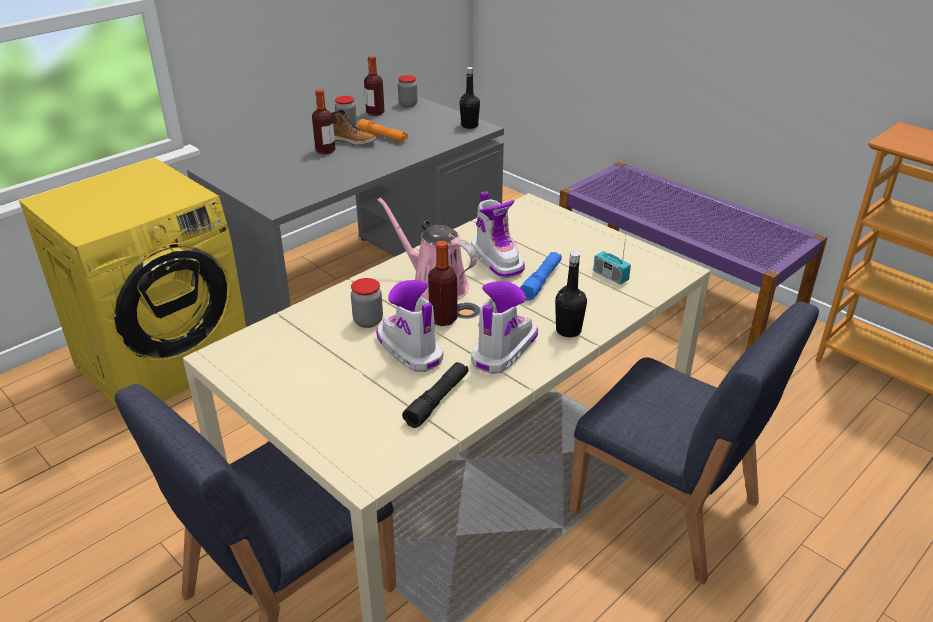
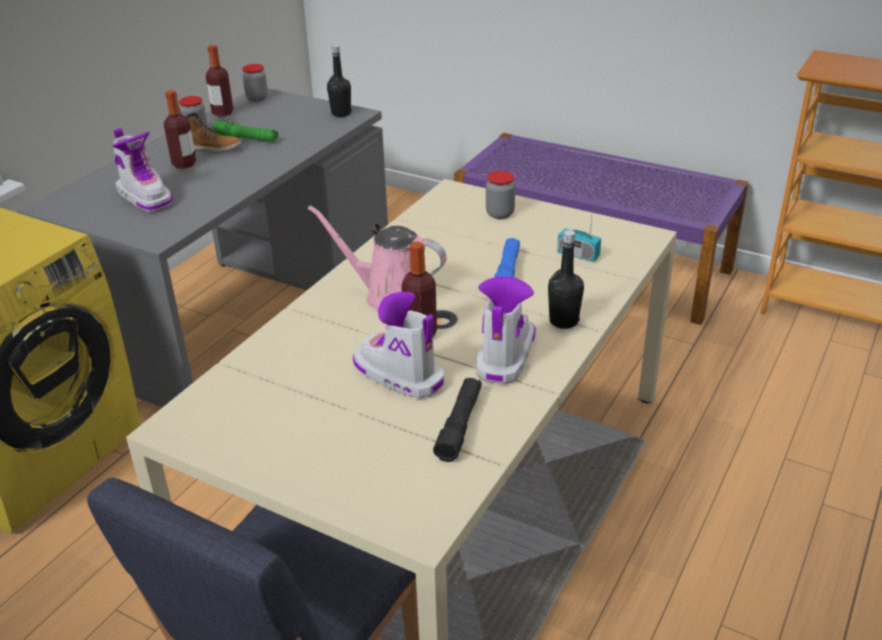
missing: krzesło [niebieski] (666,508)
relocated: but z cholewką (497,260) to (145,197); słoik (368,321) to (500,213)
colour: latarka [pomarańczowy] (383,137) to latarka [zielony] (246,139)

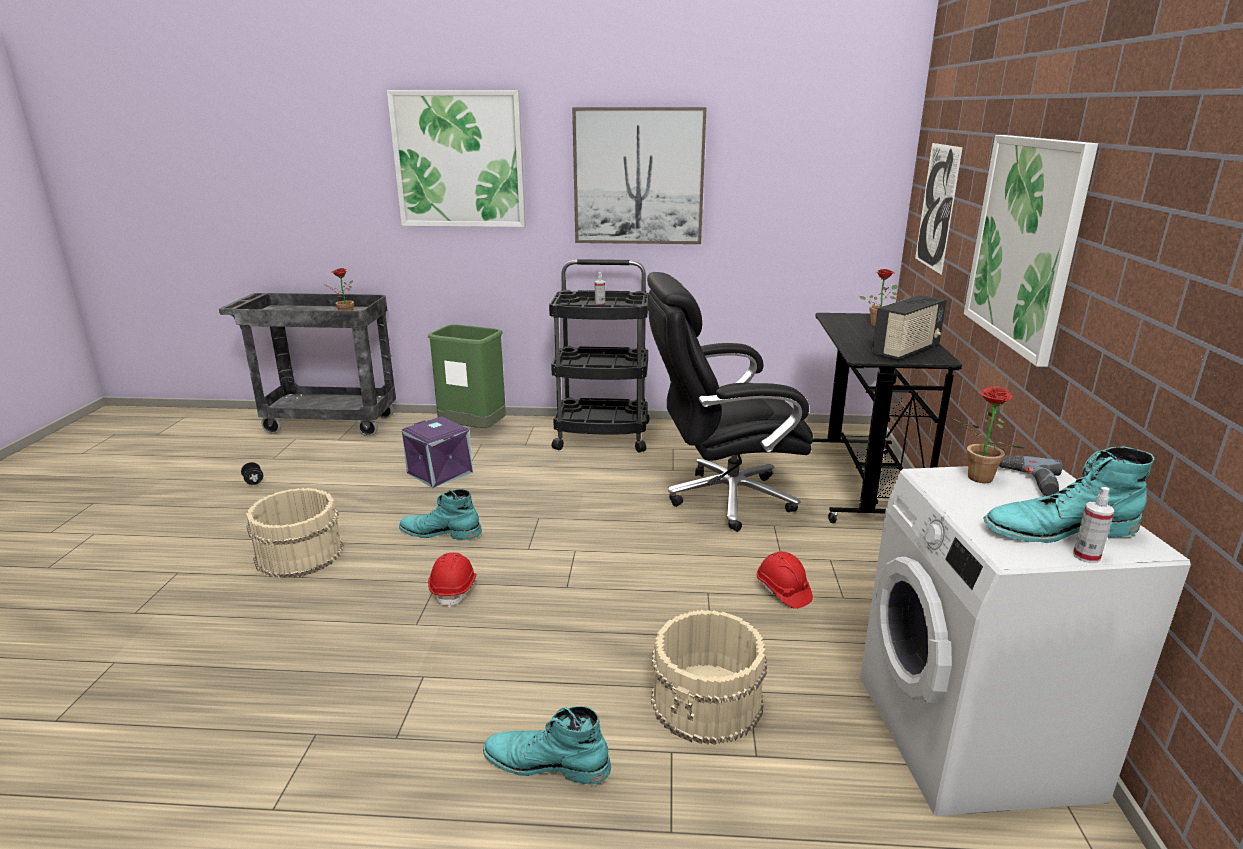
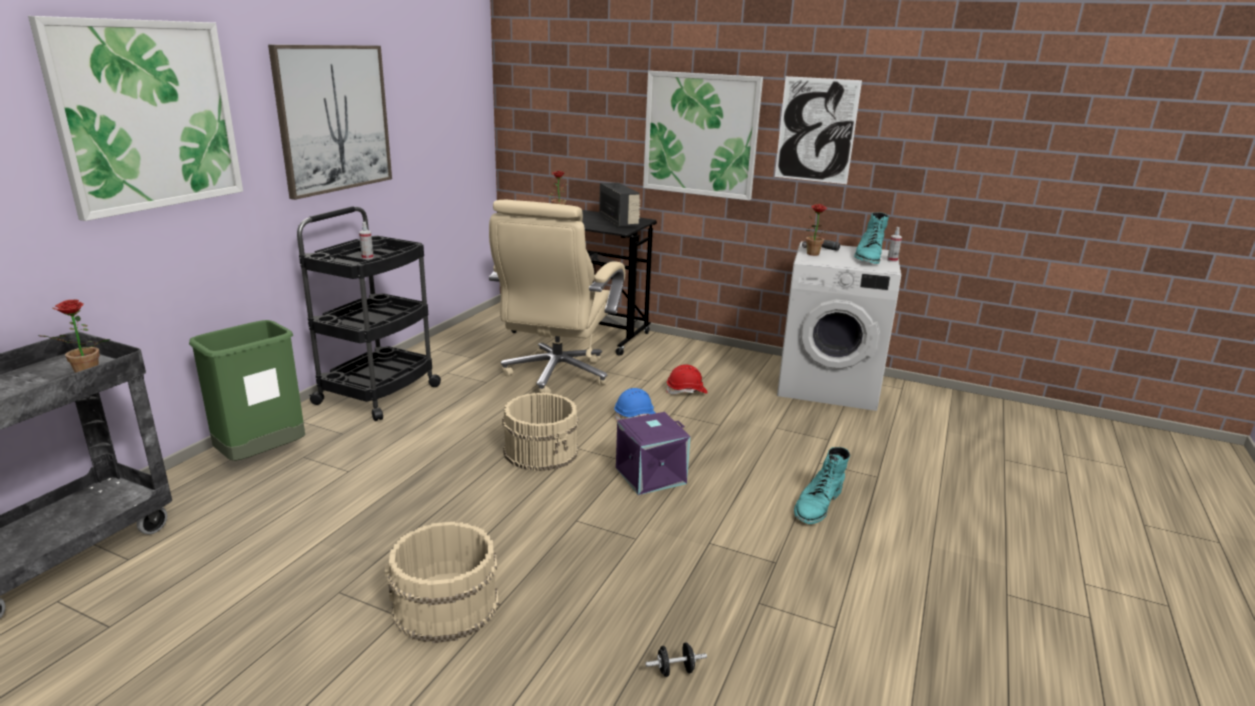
missing: but z cholewką [turkusowy] (440,532); kask [czerwony] (454,589)
appeared: kask [niebieski] (635,416)
relocated: wiadro [beżowy] (708,702) to (542,450); pojemnik do przechowywania [fioletowy] (441,472) to (650,475); hantel [czarny] (253,481) to (675,670); obraz (937,207) to (816,130)
colour: krzesło biurowe [czarny] (723,500) to krzesło biurowe [beżowy] (555,377)

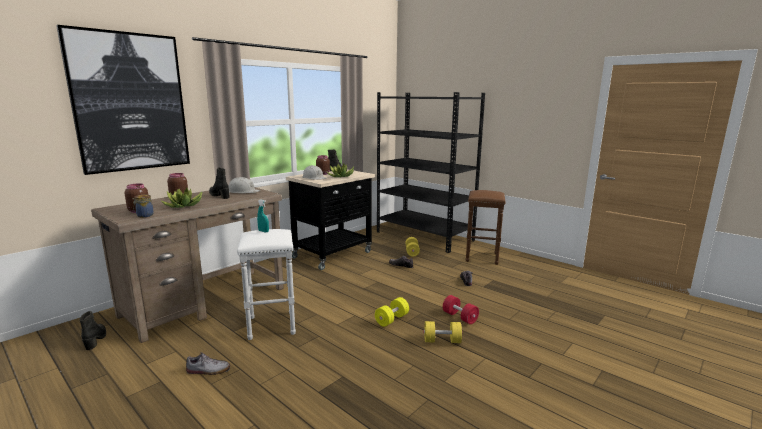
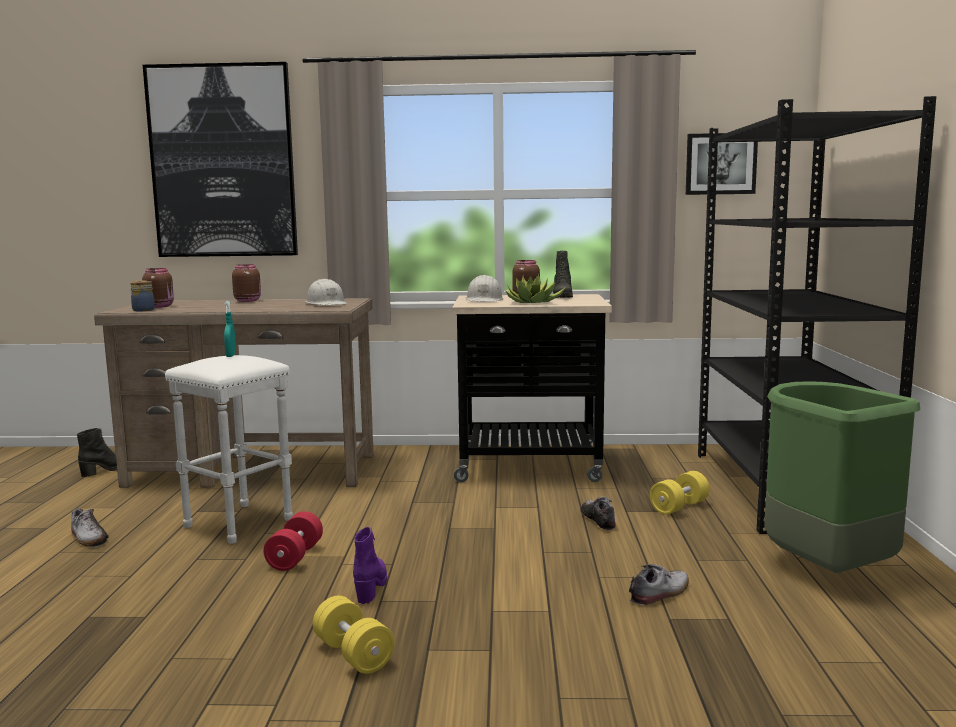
missing: roślina doniczkowa (184,205); but z cholewką [czarny] (220,196)
appeared: obraz (720,164)
relocated: hantel [czerwony] (460,317) to (295,557)
exchanged: hantel [żółty] (392,319) to but z cholewką [fioletowy] (371,586); stołek [brązowy] (482,257) to kosz na śmieci [zielony] (824,571)

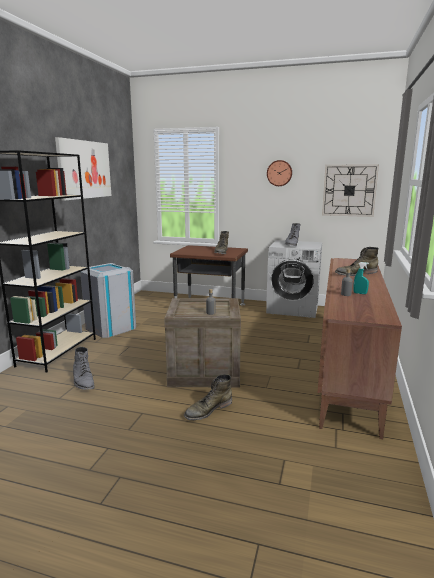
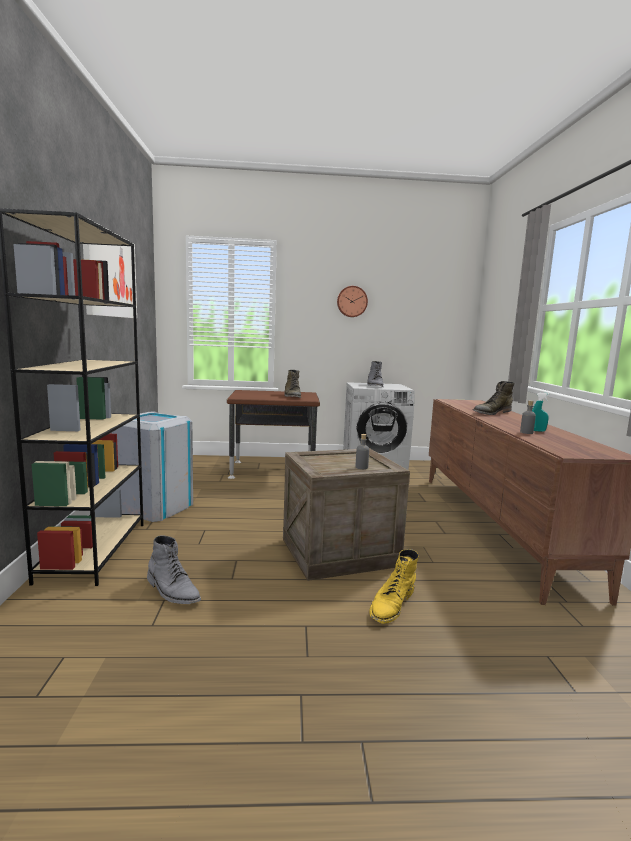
missing: zegar ścienny (349,190)
colour: but z cholewką [zielony] (208,410) to but z cholewką [żółty] (392,604)

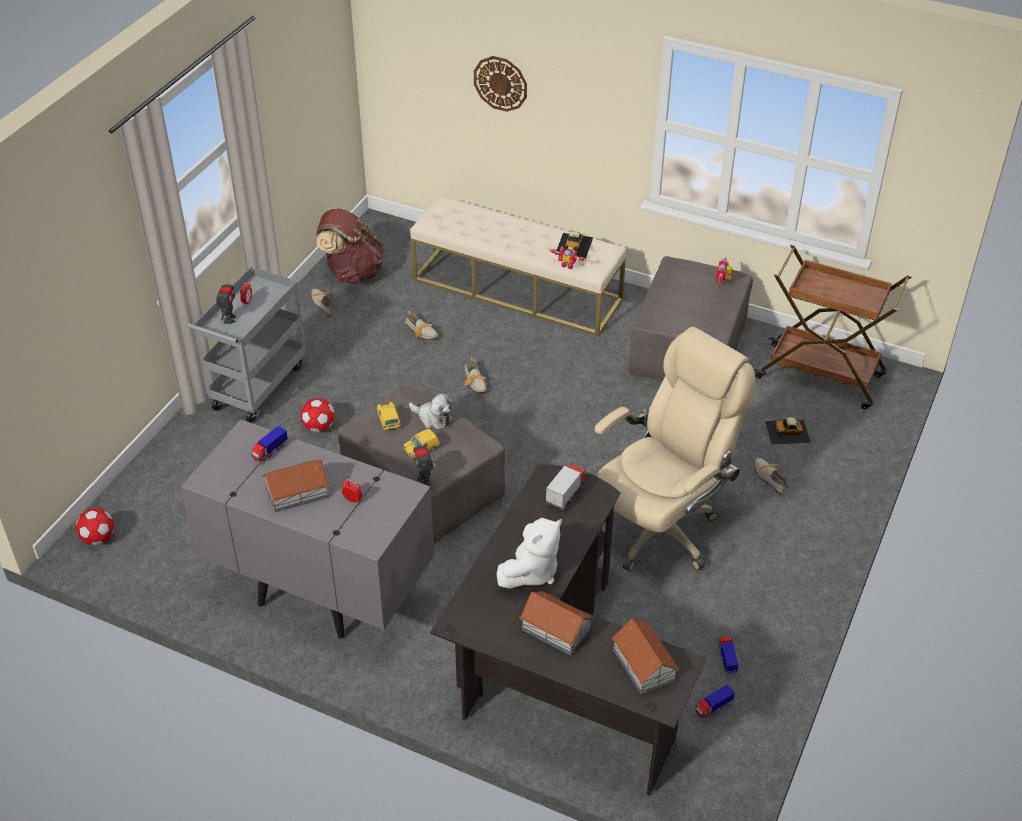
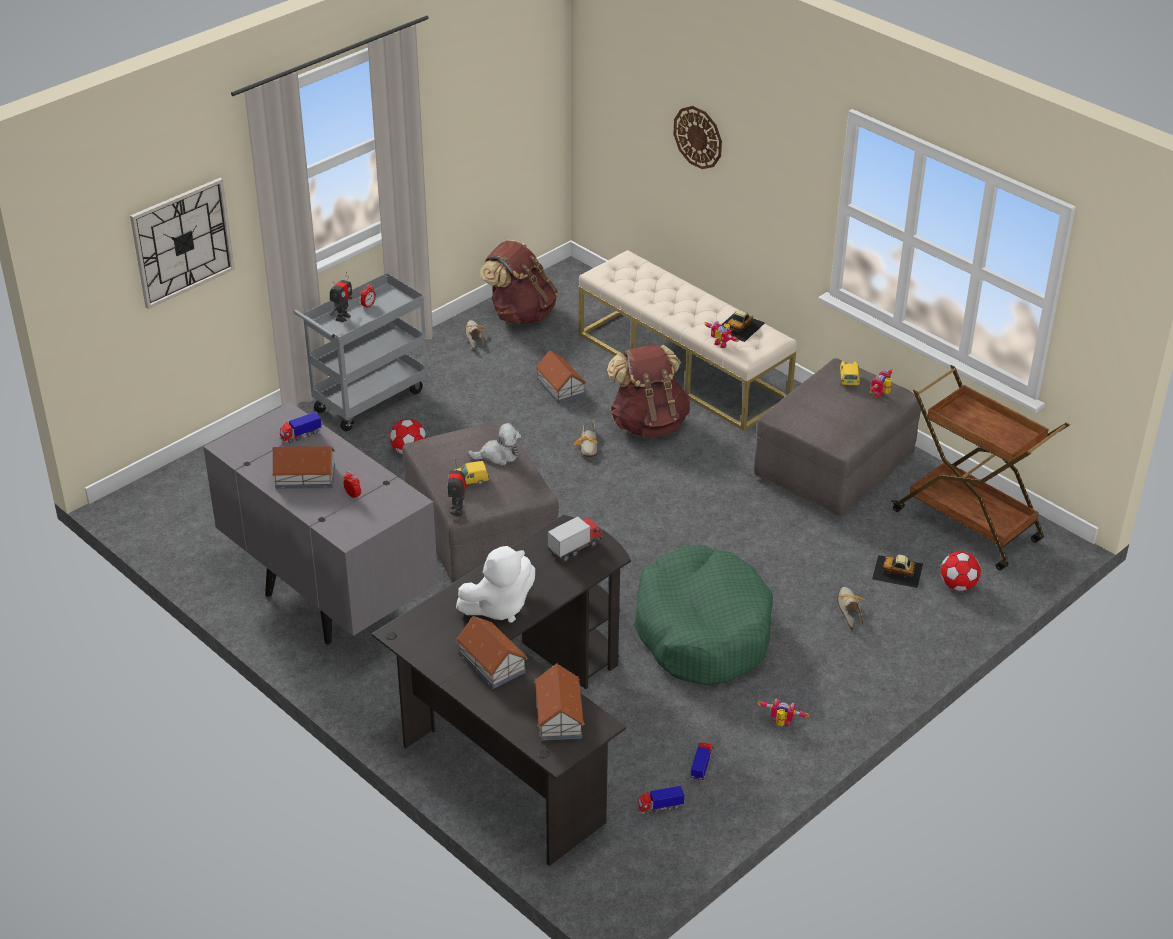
appeared: zegar ścienny (182,242); plecak [brązowy] (648,424); robot zabawkowy (781,724)
relocated: samochodzik [żółty] (388,420) to (849,378); piłka futbolowa (98,538) to (958,585)
exchanged: but (422,332) to domek (560,387); krzesło biurowe [beżowy] (661,530) to legowisko [zielony] (702,630)
spun: pluszak (433,418) = (498,455) 60 degrees counterclockwise

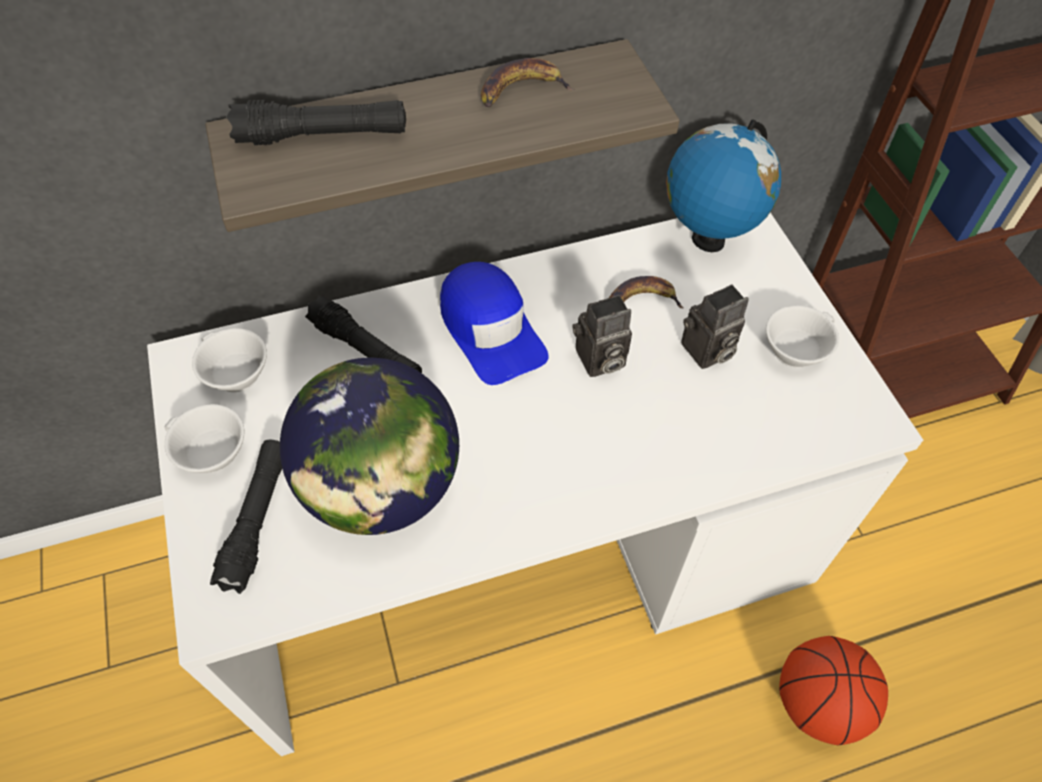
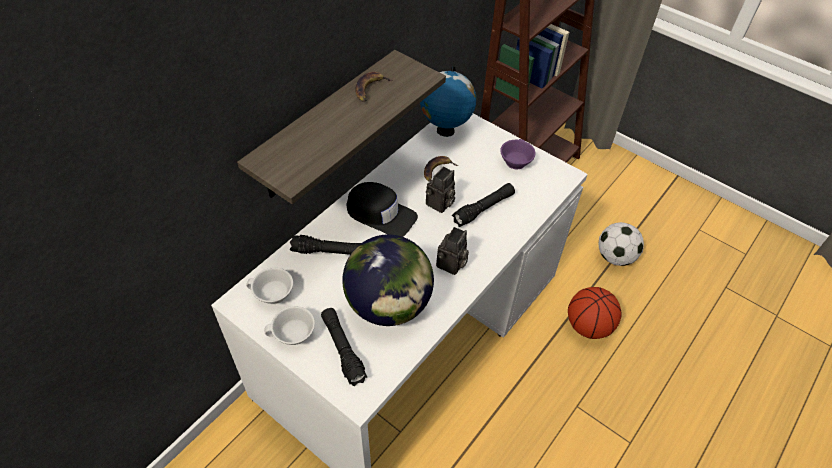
appeared: piłka futbolowa (615,257)
relocated: aparat fotograficzny (706,352) to (451,265); latarka [czarny] (322,136) to (483,209)
colour: czapka z daszkiem [niebieski] (491,329) to czapka z daszkiem [czarny] (381,214); filiżanka [biały] (793,348) to filiżanka [fioletowy] (514,161)

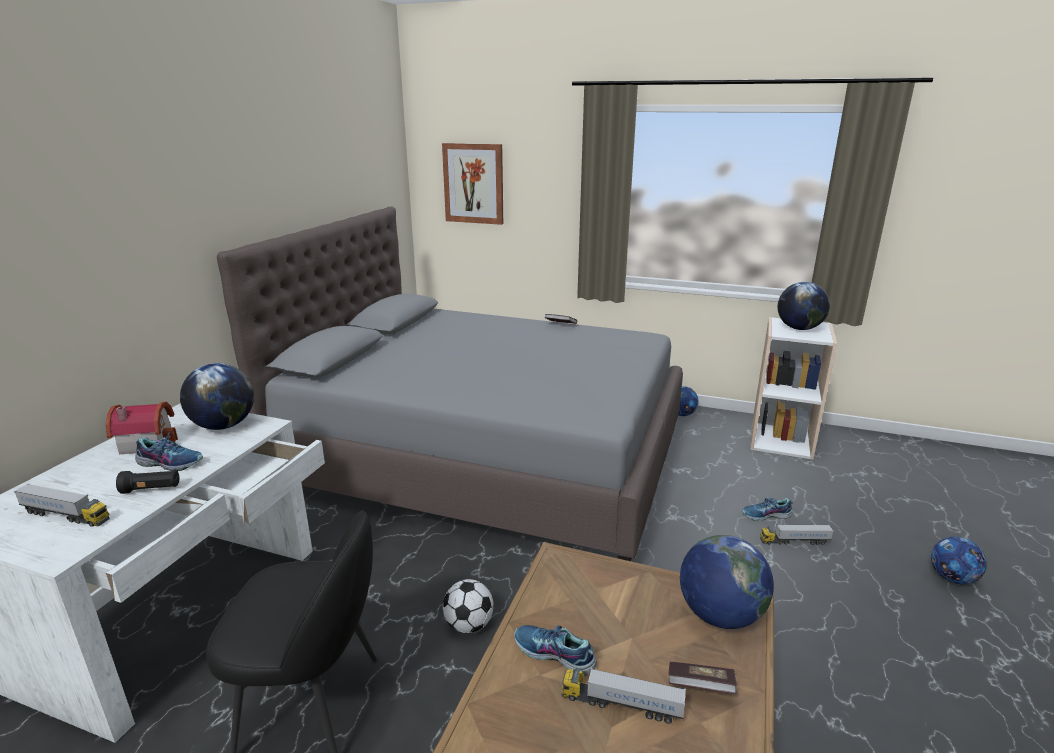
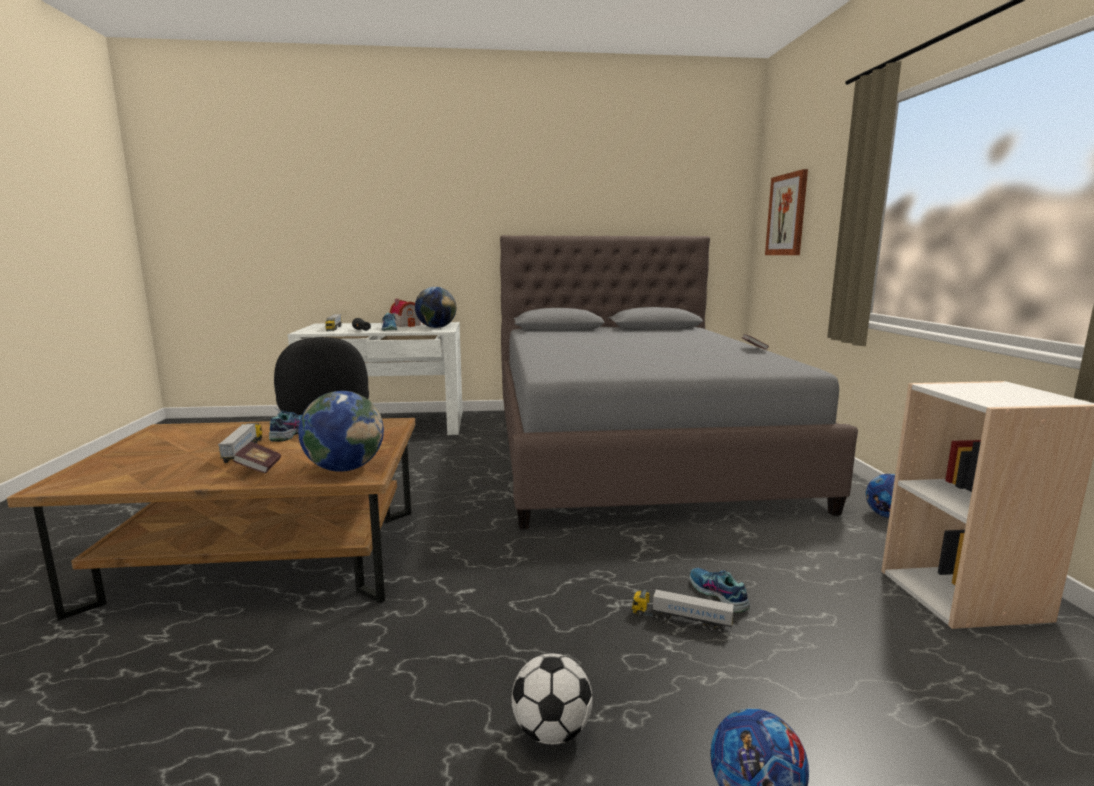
missing: globus (799,328)
relocated: piłka futbolowa (469,625) to (551,731)
spun: ciężarówka zabawkowa (794,541) = (680,620) 45 degrees counterclockwise

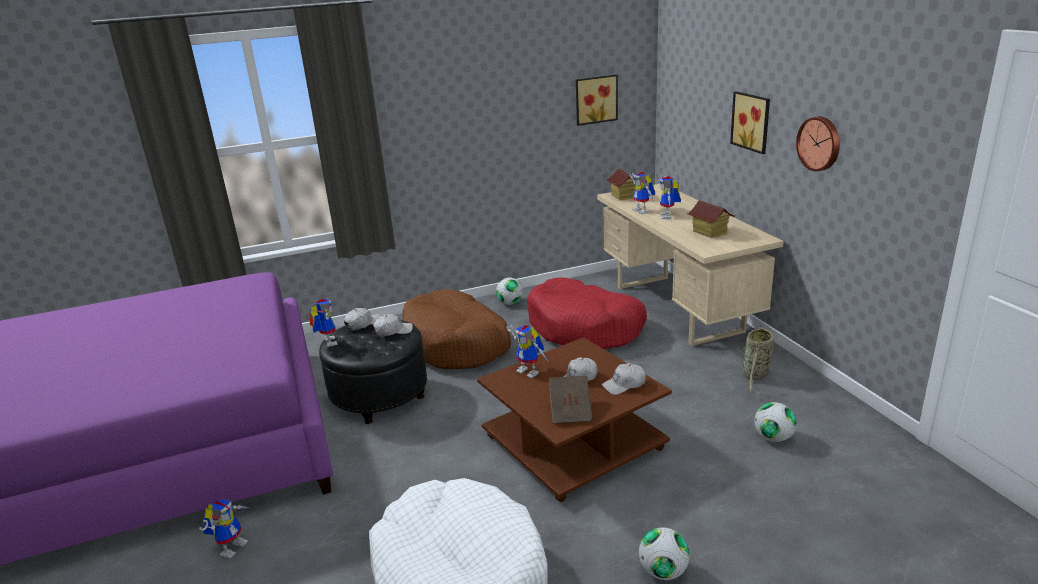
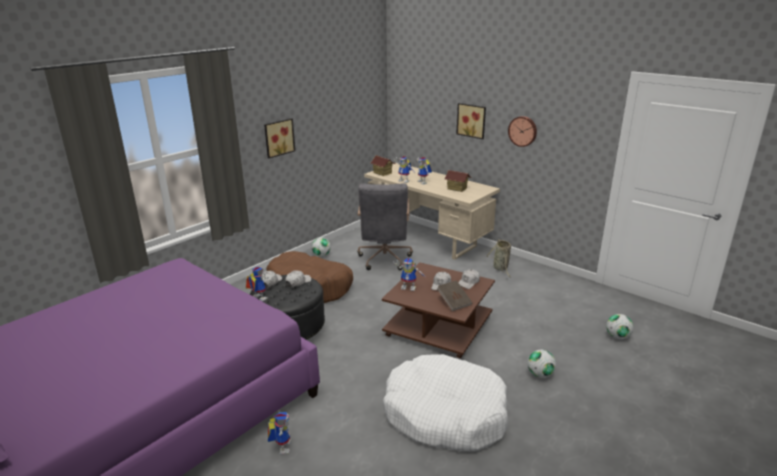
relocated: obraz (595,99) to (278,137); piłka futbolowa (773,438) to (617,337)
exchanged: legowisko [czerwony] (585,328) to krzesło biurowe [szary] (384,261)

